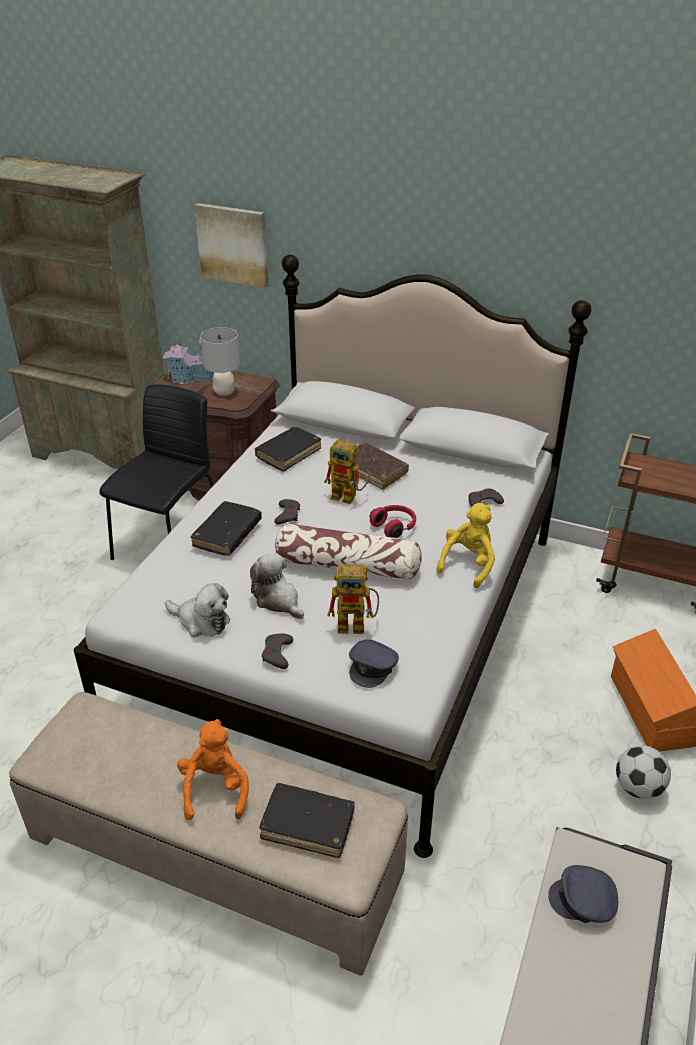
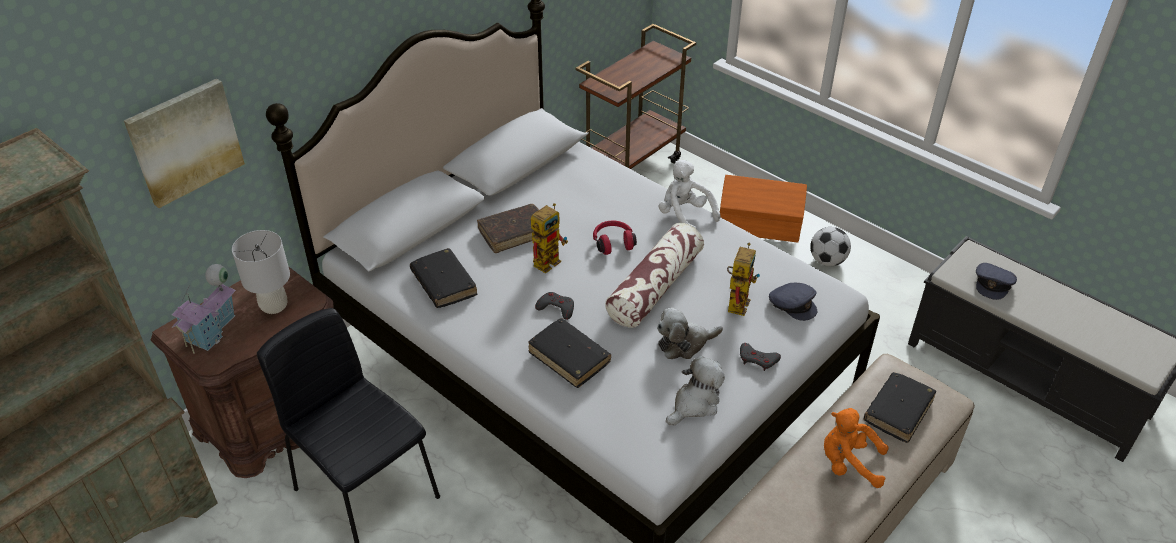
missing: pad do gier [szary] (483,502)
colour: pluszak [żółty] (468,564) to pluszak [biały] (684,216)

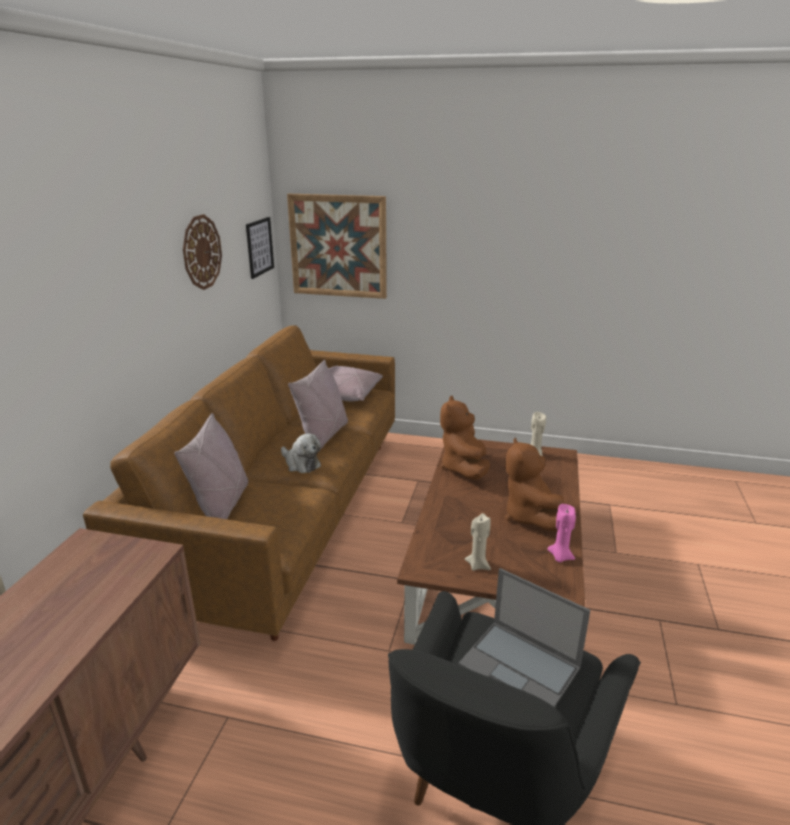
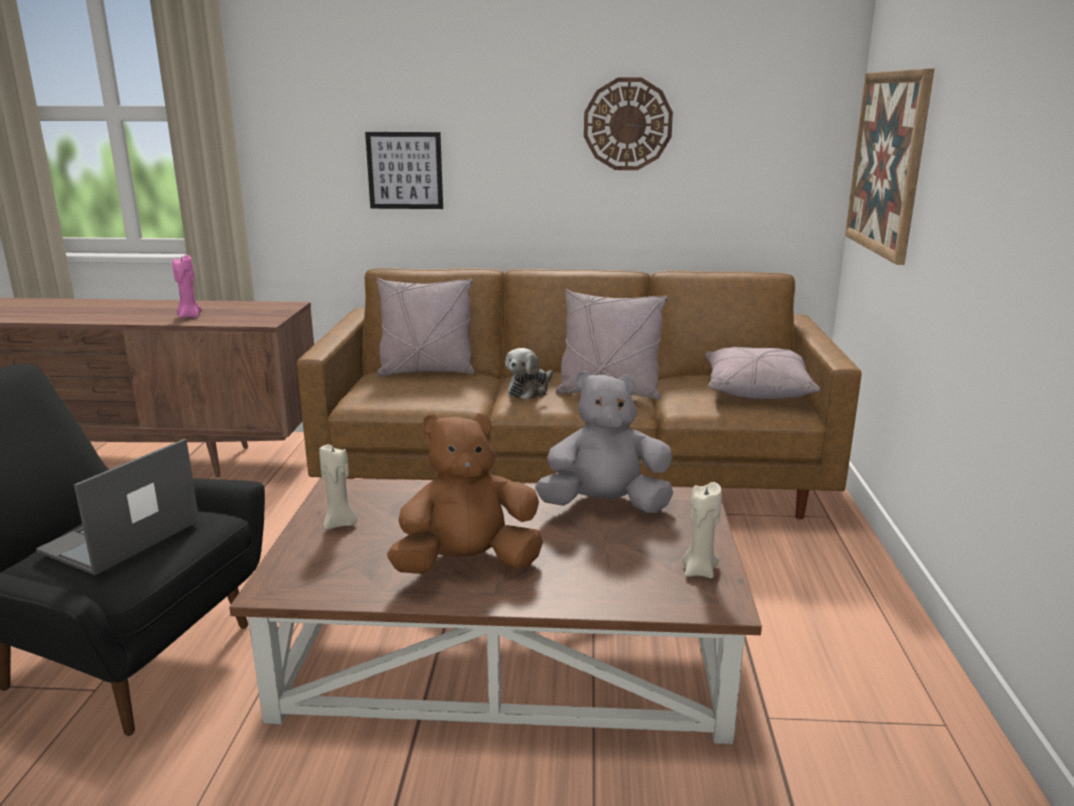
relocated: świeca [różowy] (560,557) to (189,316); obraz (259,247) to (405,170)
colour: pluszak [brązowy] (464,469) to pluszak [szary] (605,506)

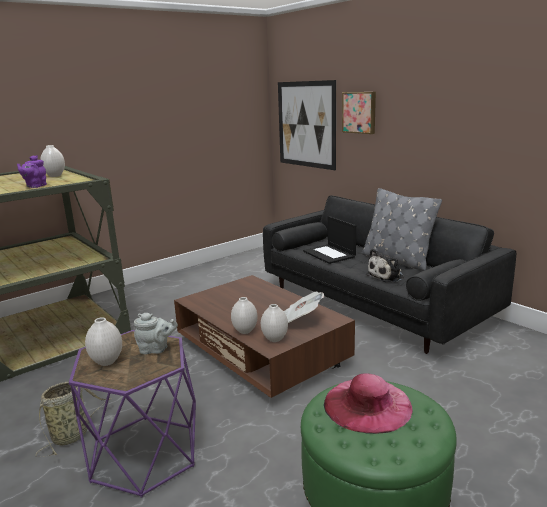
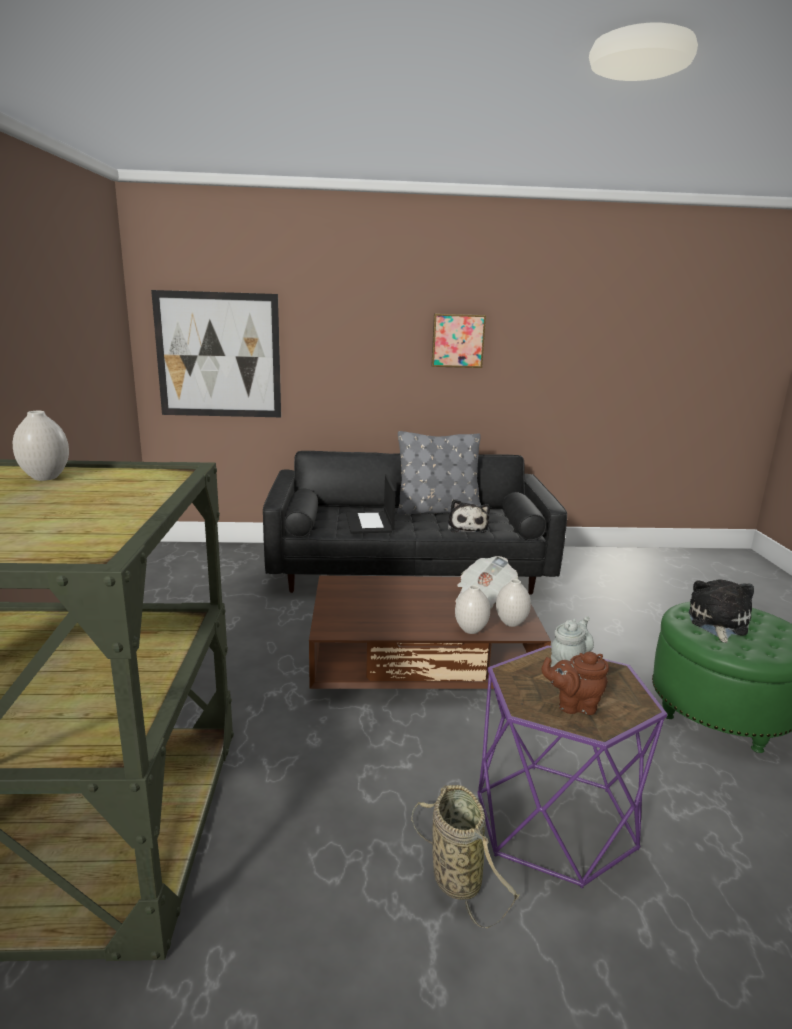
missing: imbryk [fioletowy] (35,186)
relocated: obraz (359,112) to (457,340)
exchanged: wazon [biały] (107,362) to imbryk [brązowy] (573,705); kapelusz [różowy] (367,404) to pluszak (717,623)
spun: laptop (330,254) = (370,523) 75 degrees clockwise

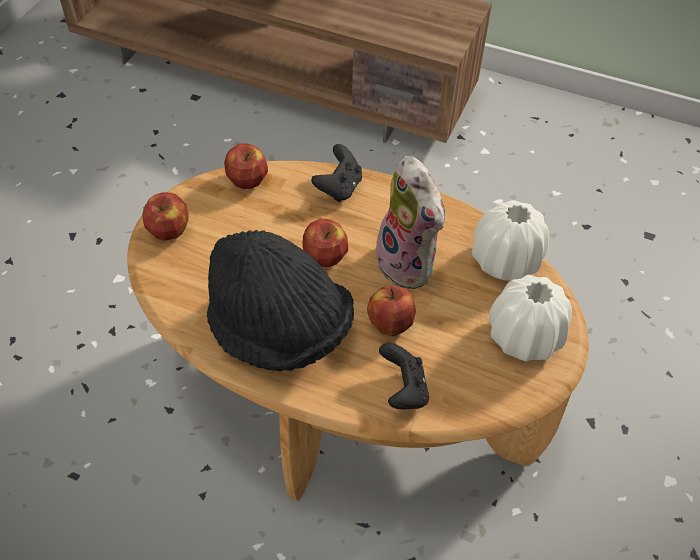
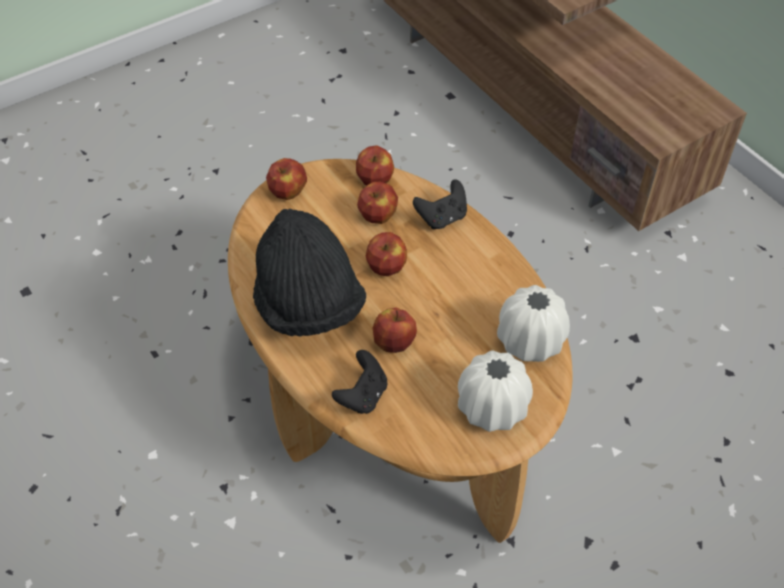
missing: pluszak (409,264)
appeared: jabłko (378,215)

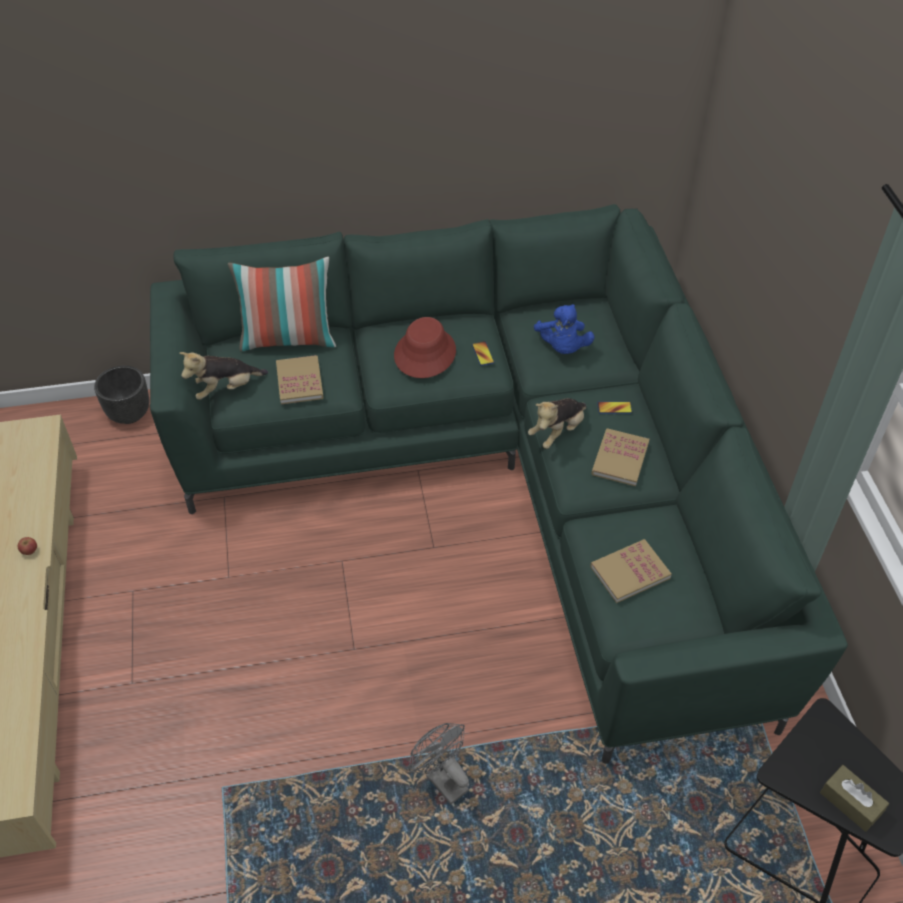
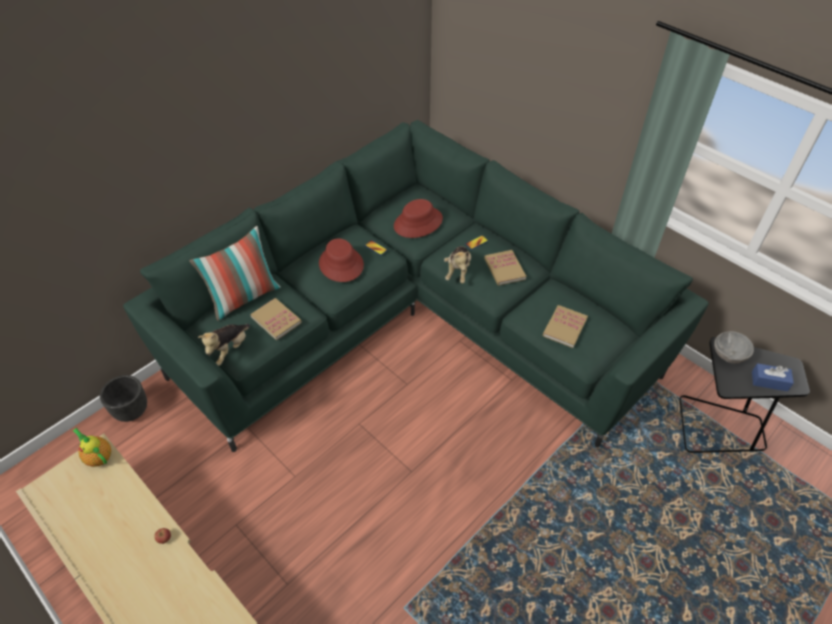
missing: wentylator [szary] (442,779)
appeared: imbryk (98,456); miska [szary] (728,355)
exchanged: pluszak [niebieski] (562,347) to kapelusz [czerwony] (418,223)
colour: pudełko chusteczek [brązowy] (850,802) to pudełko chusteczek [niebieski] (769,381)

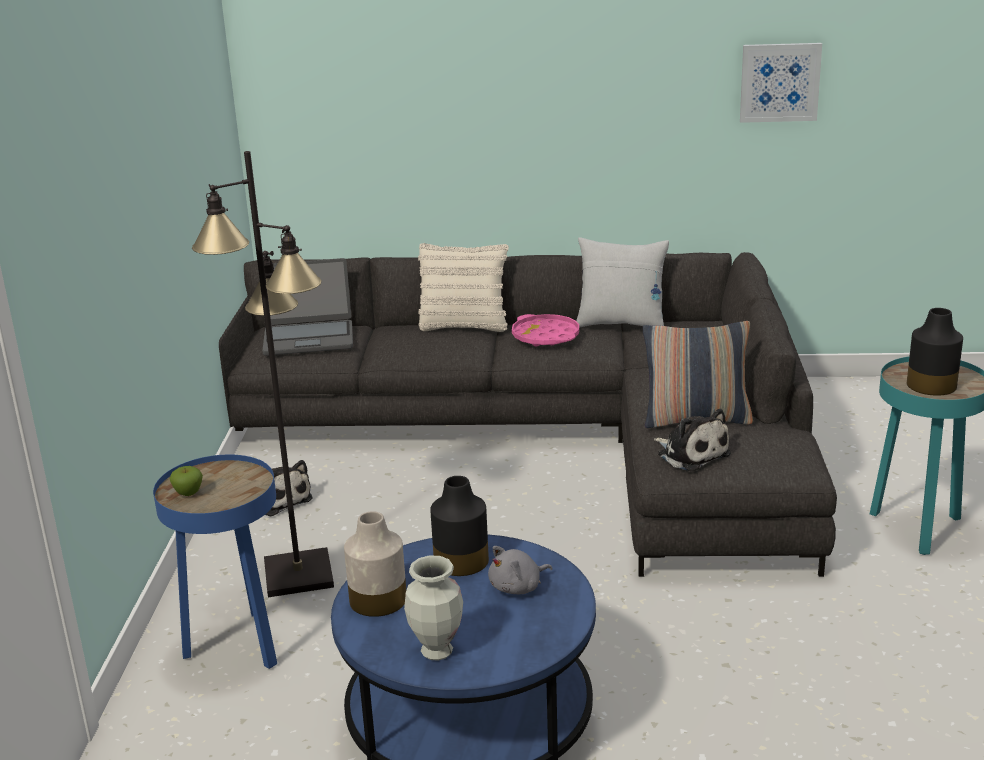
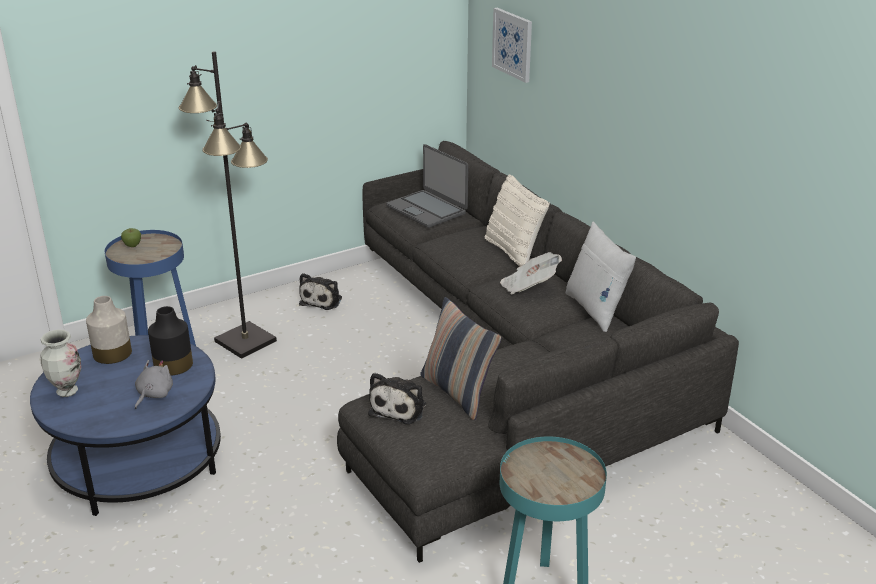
missing: wazon [czarny] (931,384)
relocated: obraz (779,82) to (513,44)
exchanged: taca [różowy] (545,336) to gazeta (529,286)
spun: pluszak [szary] (518,587) = (153,395) 90 degrees clockwise

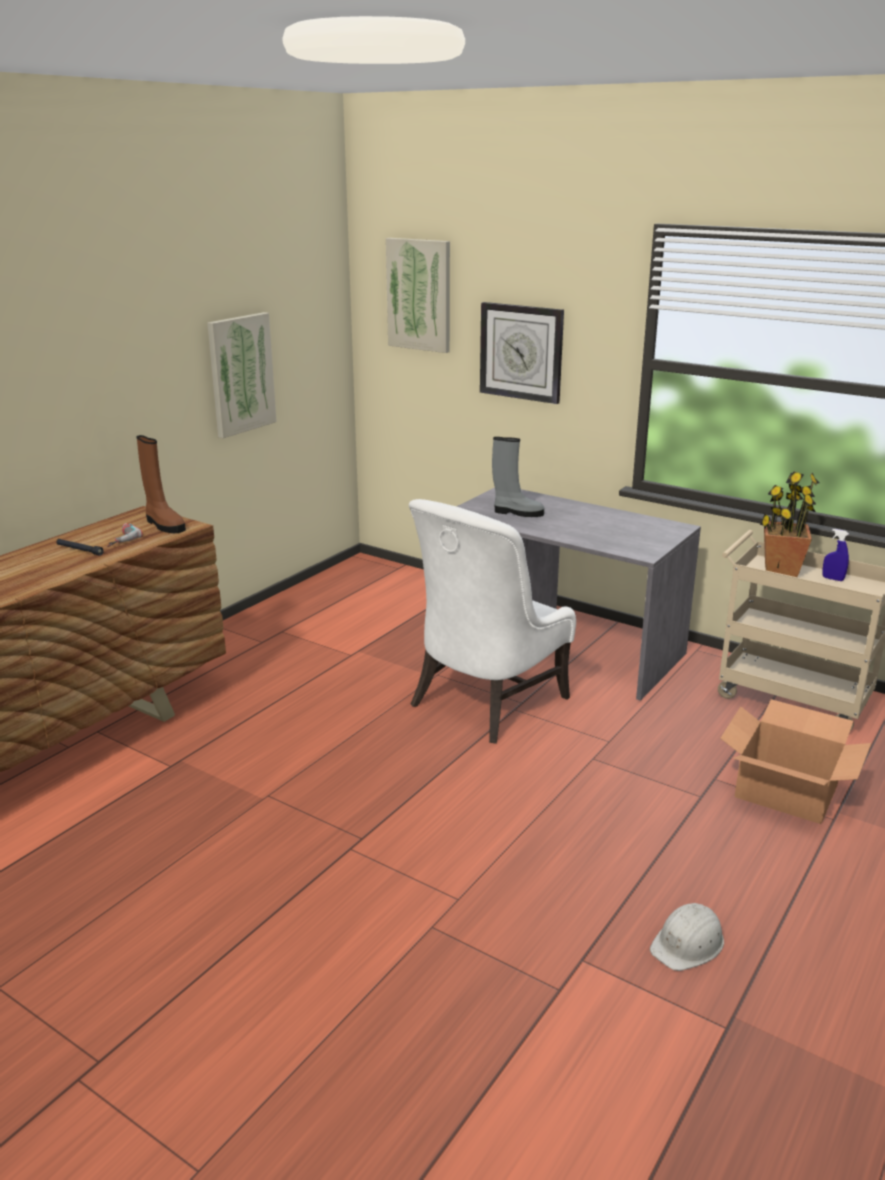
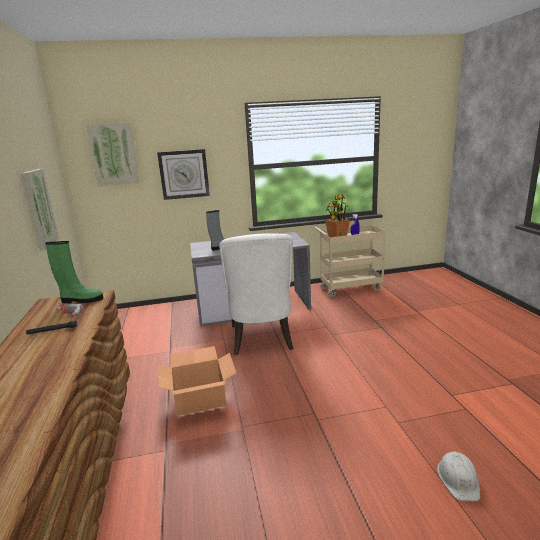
relocated: karton (786,790) to (199,397); kask [biały] (688,943) to (458,479)
colour: but z cholewką [brązowy] (164,525) to but z cholewką [zielony] (81,300)

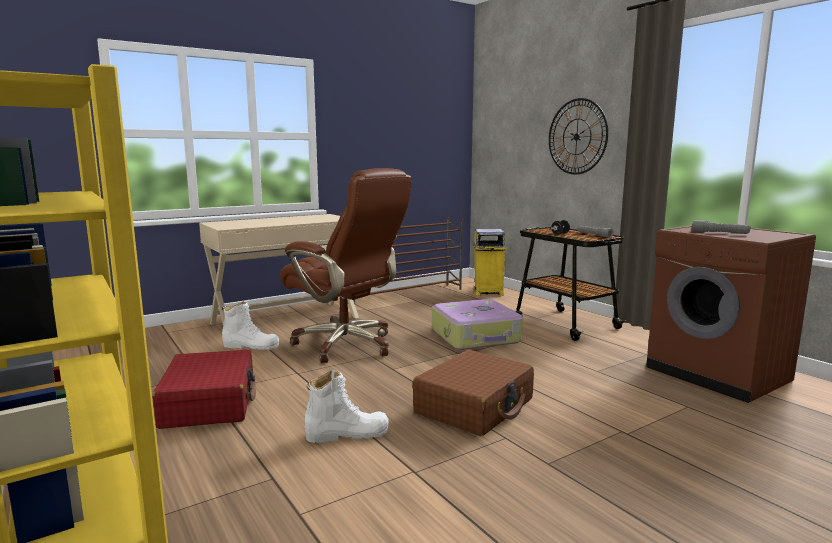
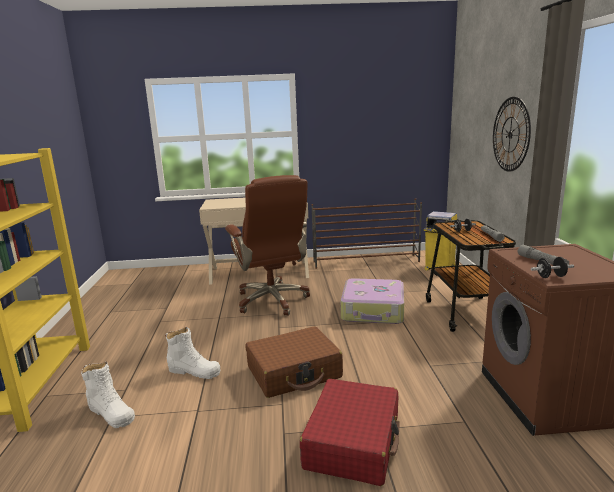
appeared: hantel [czarny] (550,276)
relocated: but z cholewką [biały] (251,346) to (111,413); walizka [czerwony] (209,403) to (353,442)

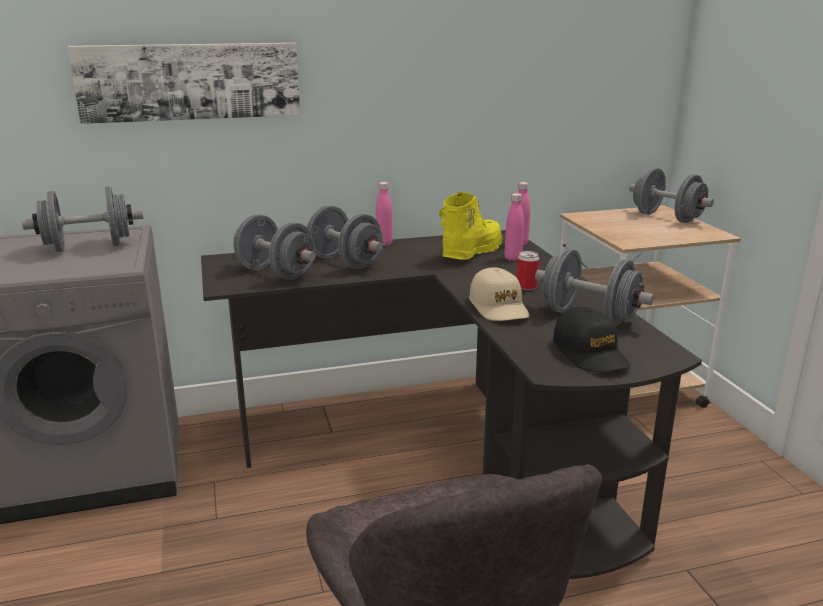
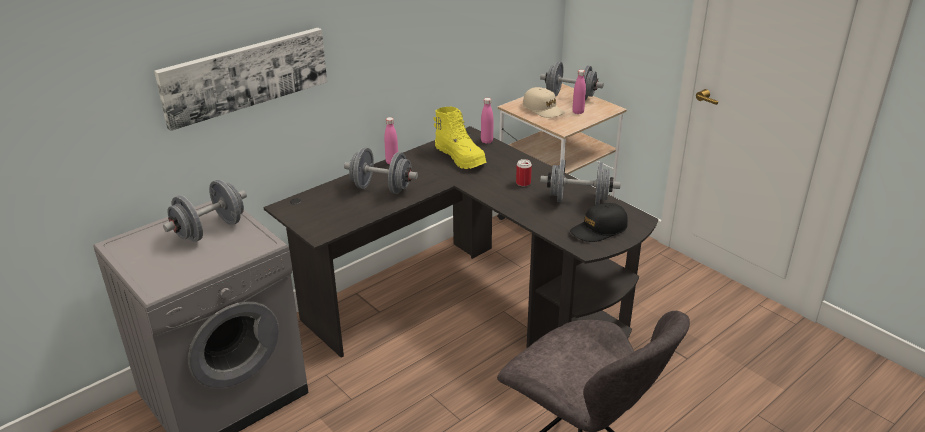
missing: hantel [szary] (276,273)
relocated: czapka z daszkiem [beżowy] (499,307) to (543,109); butelka [różowy] (513,258) to (578,112)
spun: but z cholewką [żółty] (470,252) = (460,157) 135 degrees clockwise; czapka z daszkiem [czarny] (590,353) = (599,230) 105 degrees clockwise

